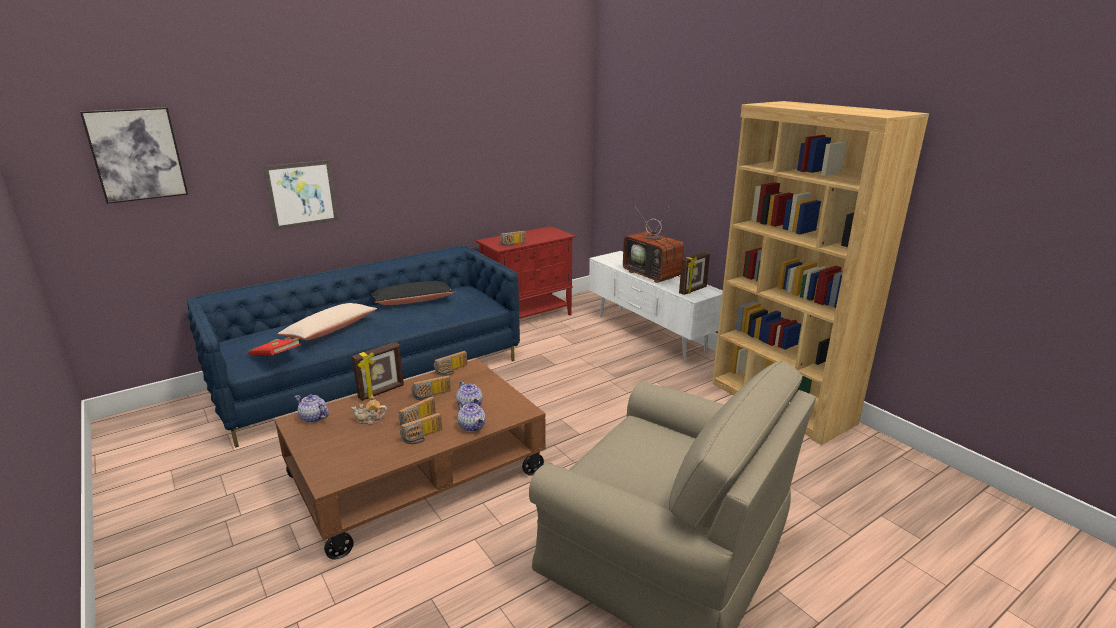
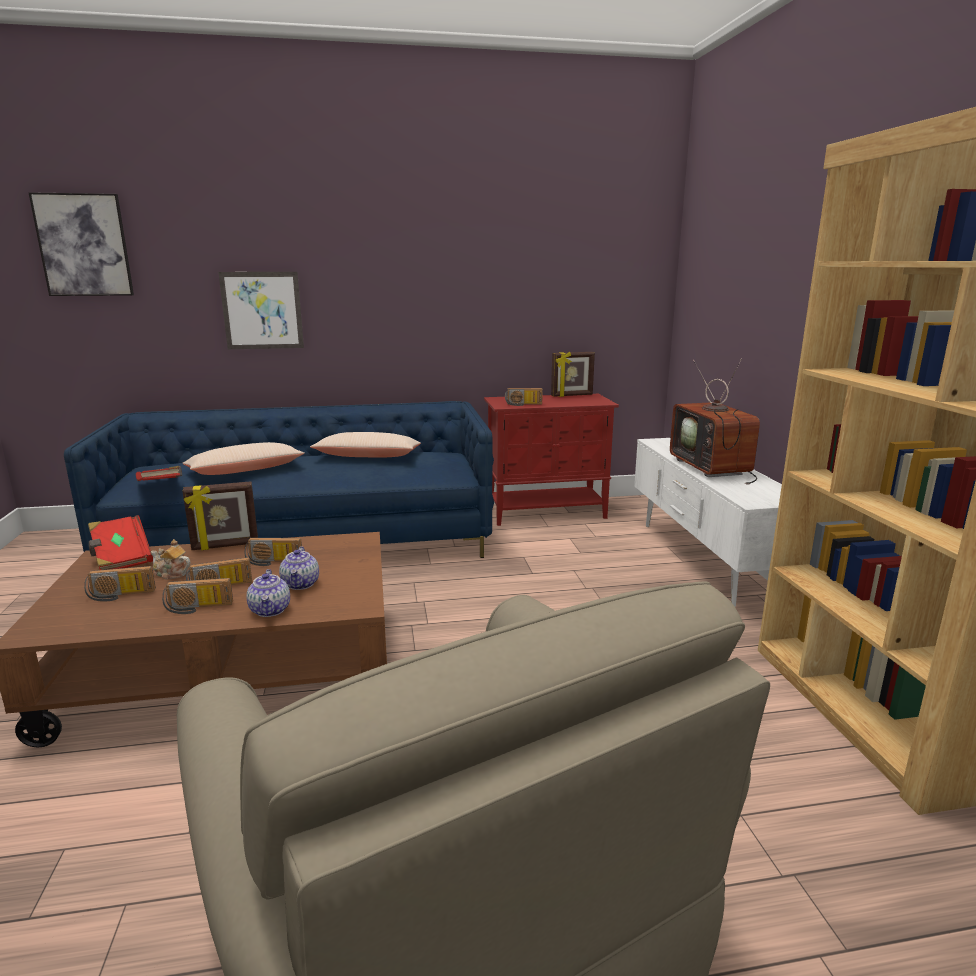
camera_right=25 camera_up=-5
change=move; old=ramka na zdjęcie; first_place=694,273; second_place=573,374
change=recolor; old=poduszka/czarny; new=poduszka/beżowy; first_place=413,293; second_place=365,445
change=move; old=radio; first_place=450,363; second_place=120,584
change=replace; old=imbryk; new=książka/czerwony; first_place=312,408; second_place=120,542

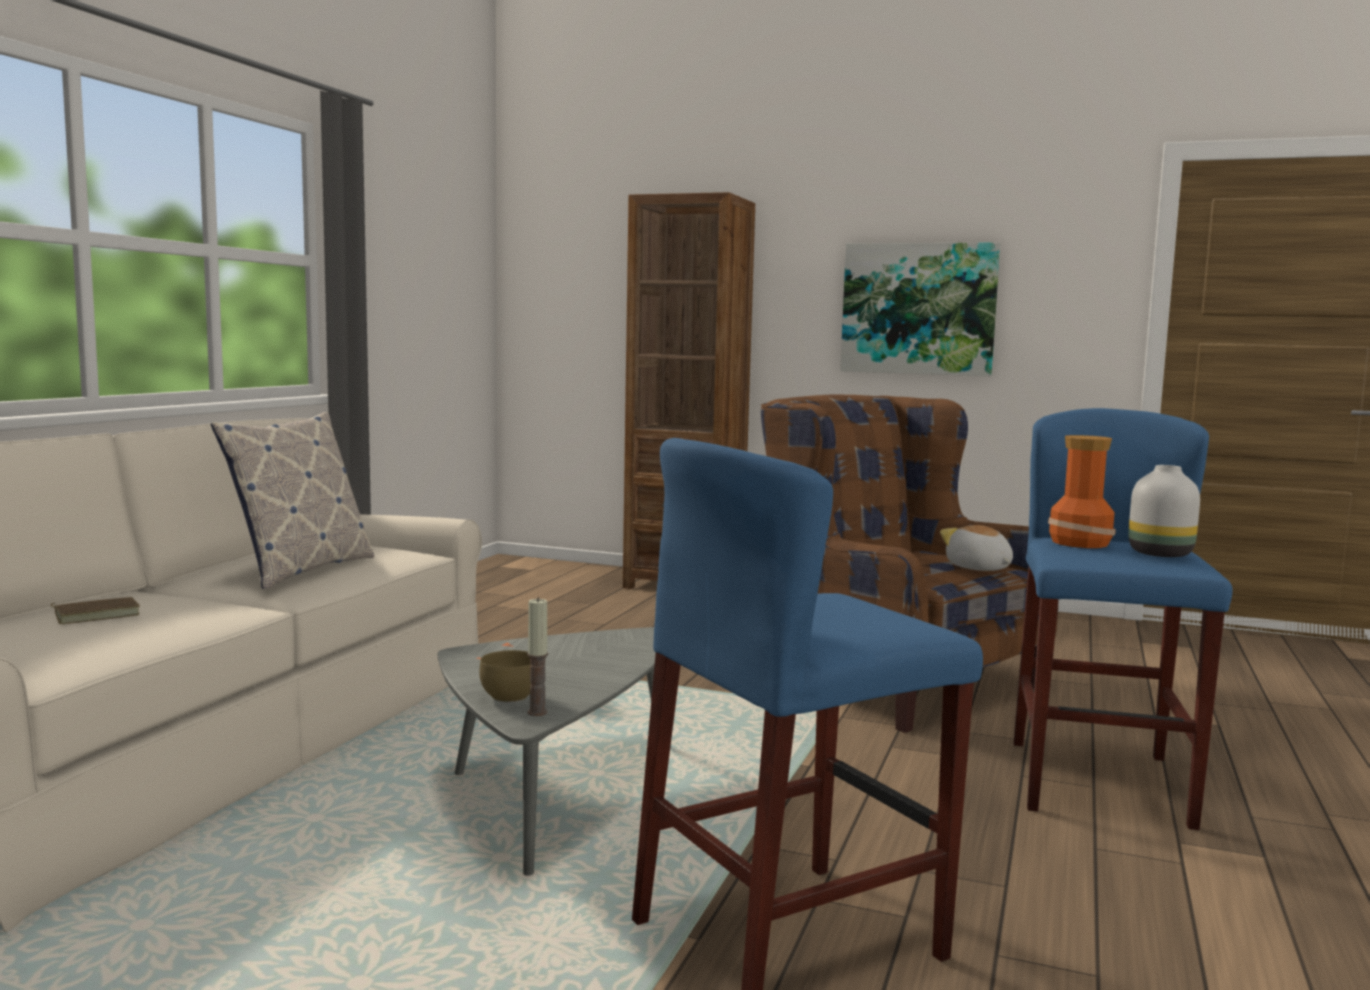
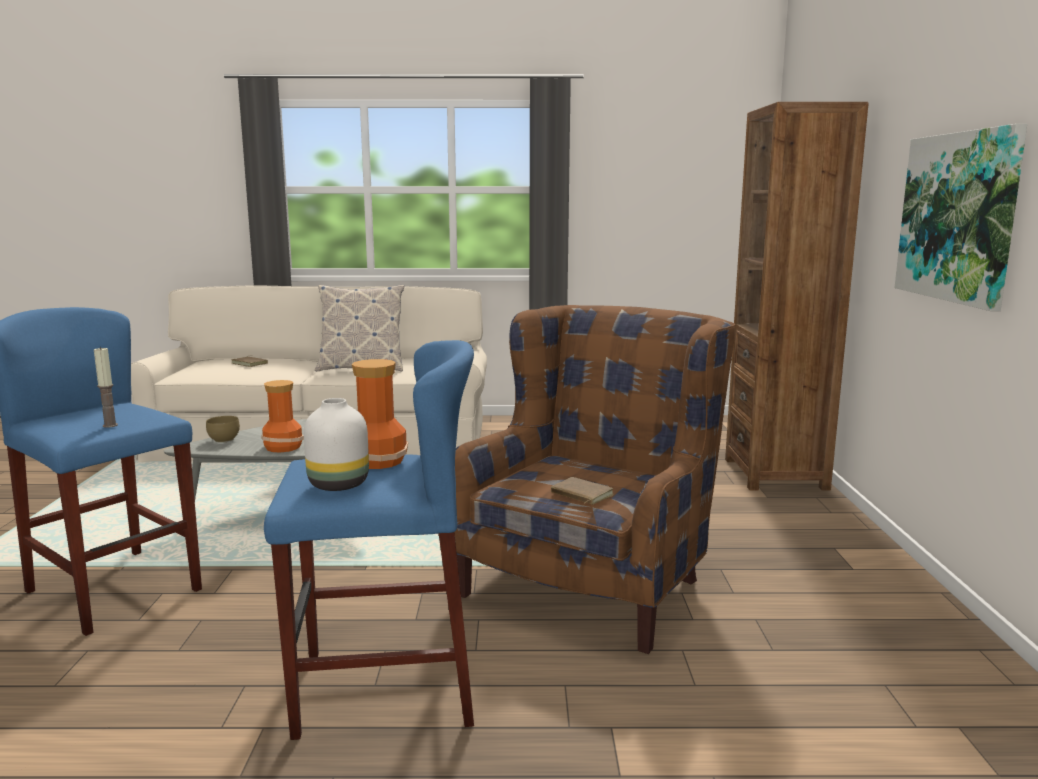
camera_right=70 camera_up=5
change=replace; old=pluszak; new=książka/brązowy; first_place=976,548; second_place=582,491
change=move; old=świeca; first_place=537,656; second_place=106,387
change=insert; new=wazon; second_place=282,416

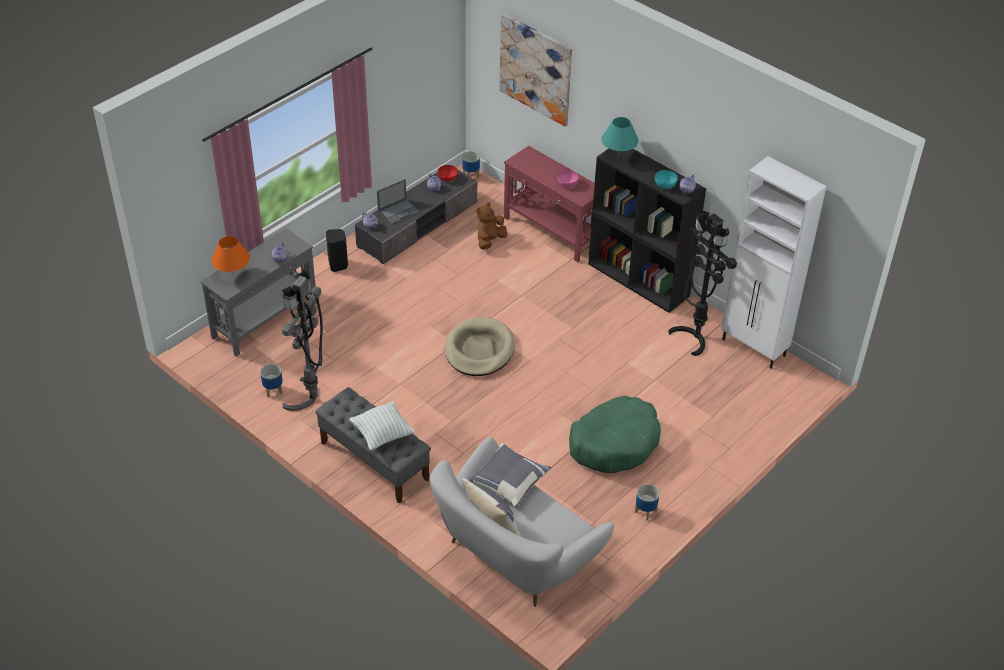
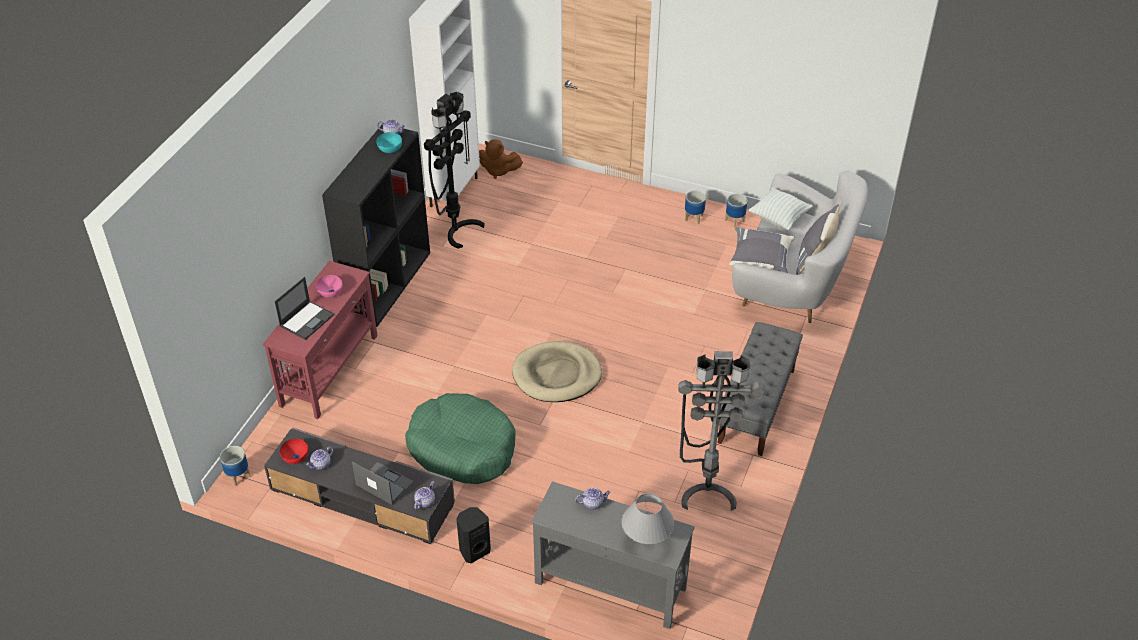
camera_right=-110 camera_up=0
change=delete; old=obraz; first_place=535,69
change=delete; old=lampa stołowa/turkusowy; first_place=620,137
change=move; old=pluszak/brązowy; first_place=492,226; second_place=501,159
change=recolor; old=lampa stołowa/pomarańczowy; new=lampa stołowa/szary; first_place=230,254; second_place=647,518
change=move; old=donica; first_place=271,380; second_place=736,211
change=move; old=legowisko/zielony; first_place=615,434; second_place=460,438
change=move; old=poduszka; first_place=382,425; second_place=780,209
change=insert; new=laptop; second_place=304,308

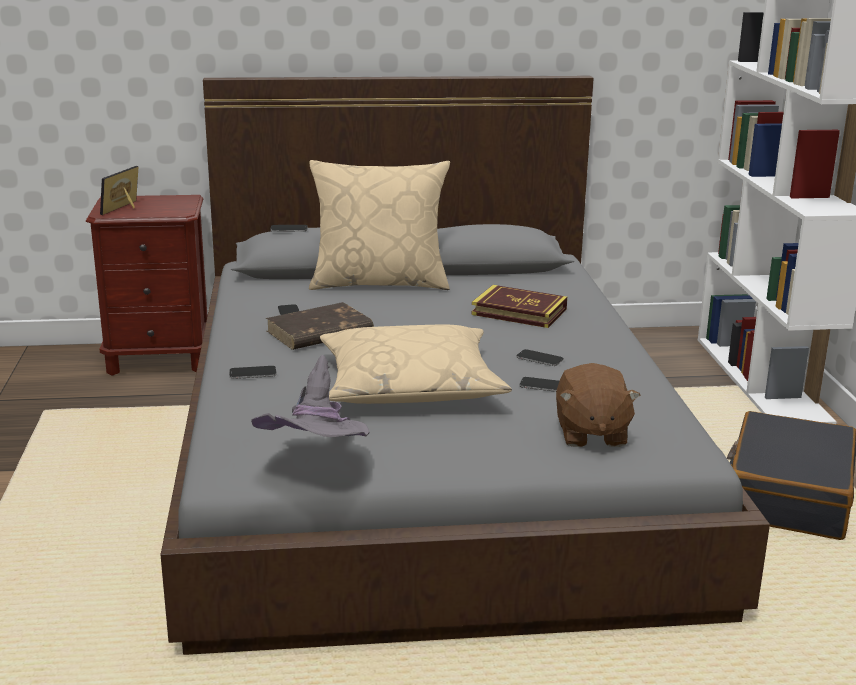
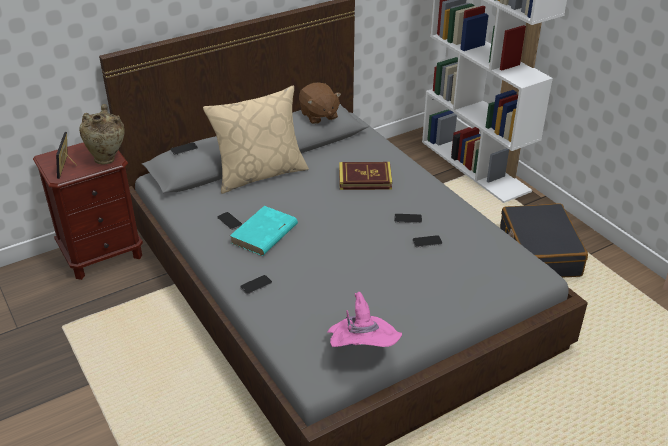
camera_right=-25 camera_up=15
change=recolor; old=książka/brązowy; new=książka/turkusowy; first_place=320,326; second_place=264,231
change=delete; old=poduszka/beżowy; first_place=416,364
change=recolor; old=kapelusz/szary; new=kapelusz/różowy; first_place=310,396; second_place=364,319
change=move; old=pluszak/brązowy; first_place=598,405; second_place=320,103
change=insert; new=wazon/beżowy; second_place=102,134

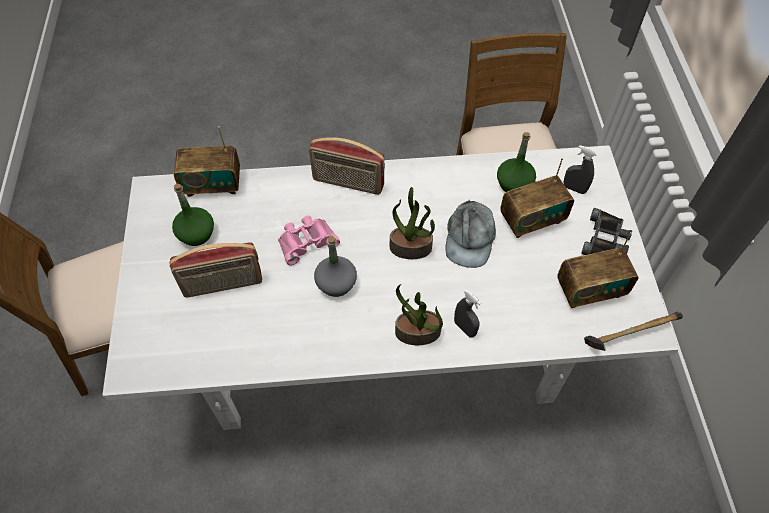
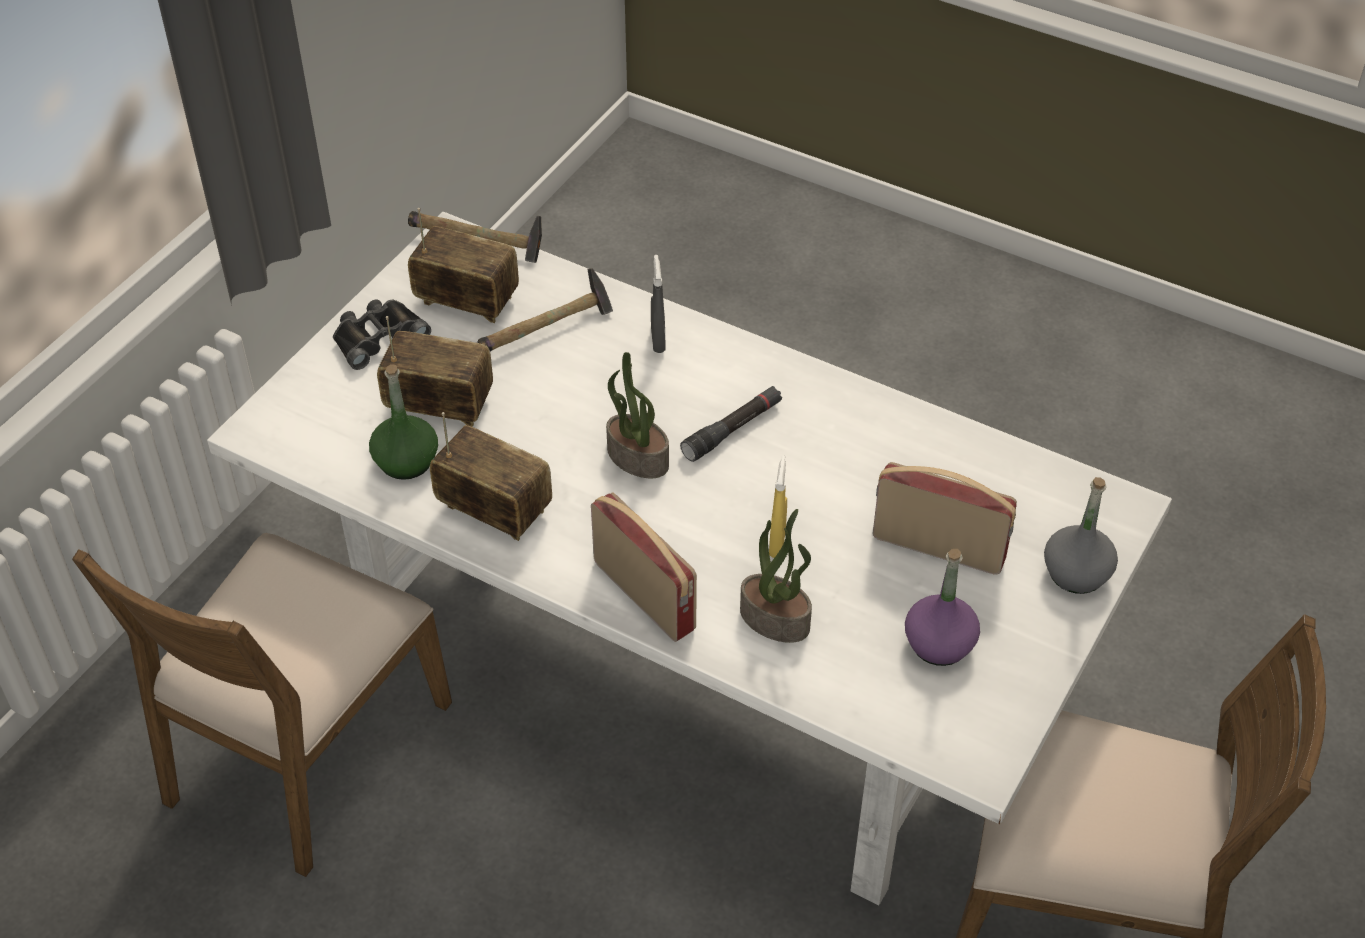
camera_right=-145 camera_up=-10
change=move; old=radio; first_place=207,161; second_place=491,476
change=delete; old=spryskiwacz/szary; first_place=580,169
change=recolor; old=butelka/zielony; new=butelka/fioletowy; first_place=193,215; second_place=942,607
change=delete; old=czapka z daszkiem/szary; first_place=470,234
change=replace; old=lornetka/różowy; new=spryskiwacz/żółty; first_place=309,240; second_place=778,507
change=move; old=butelka/szary; first_place=335,266; second_place=1081,535
change=move; old=roślina doniczkowa; first_place=419,314; second_place=776,576
change=insert; new=młotek; second_place=545,310
change=insert; new=latarka/czarny; second_place=731,424

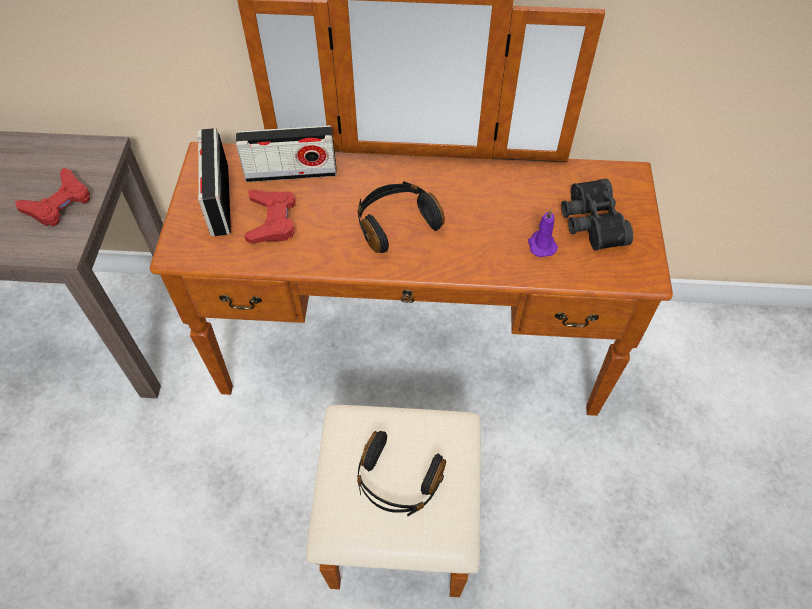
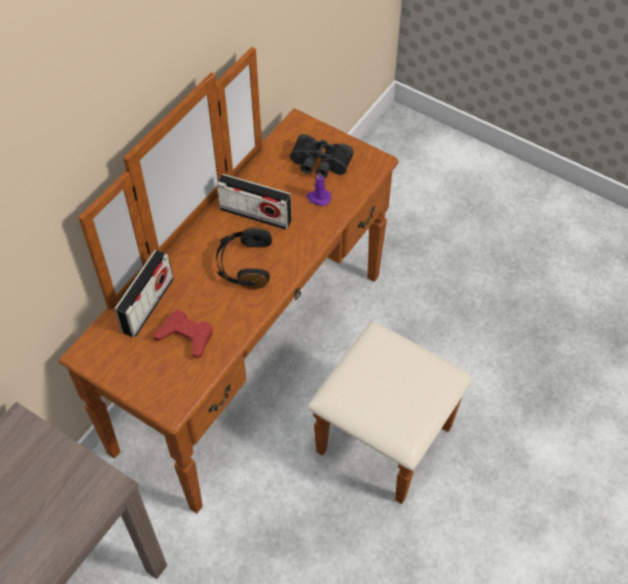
camera_right=-60 camera_up=0
change=move; old=radio; first_place=214,182; second_place=254,202
change=delete; old=pad do gier/czerwony; first_place=52,197
change=delete; old=słuchawki/czarny; first_place=401,473

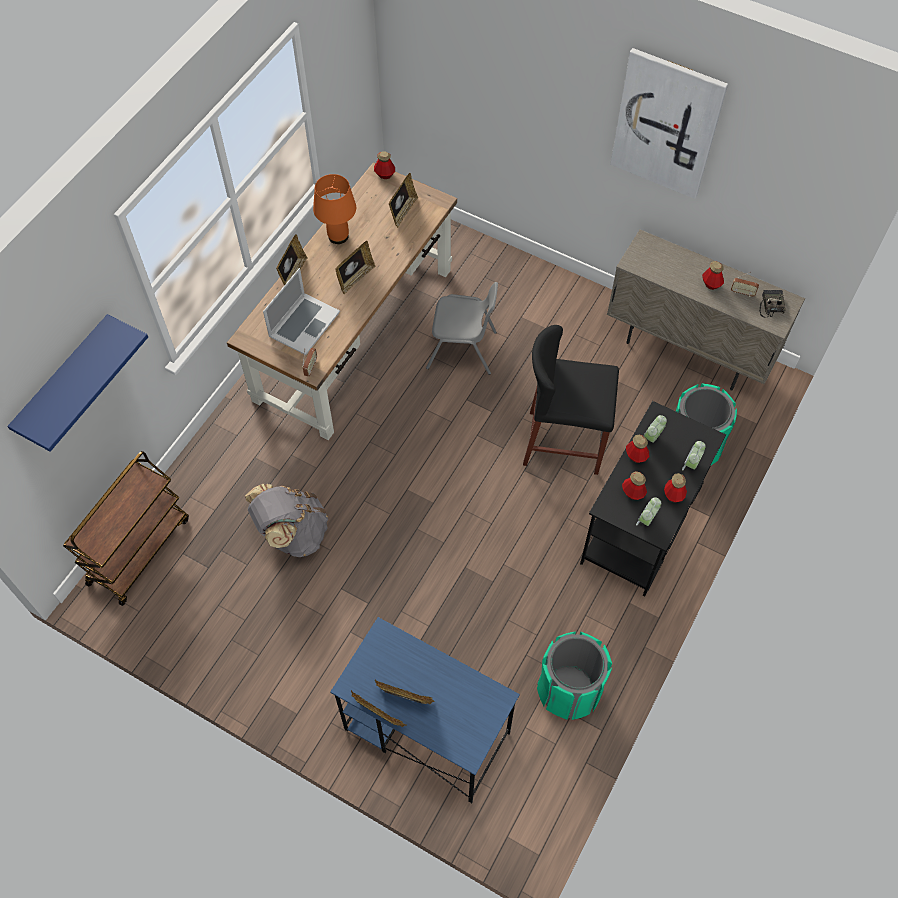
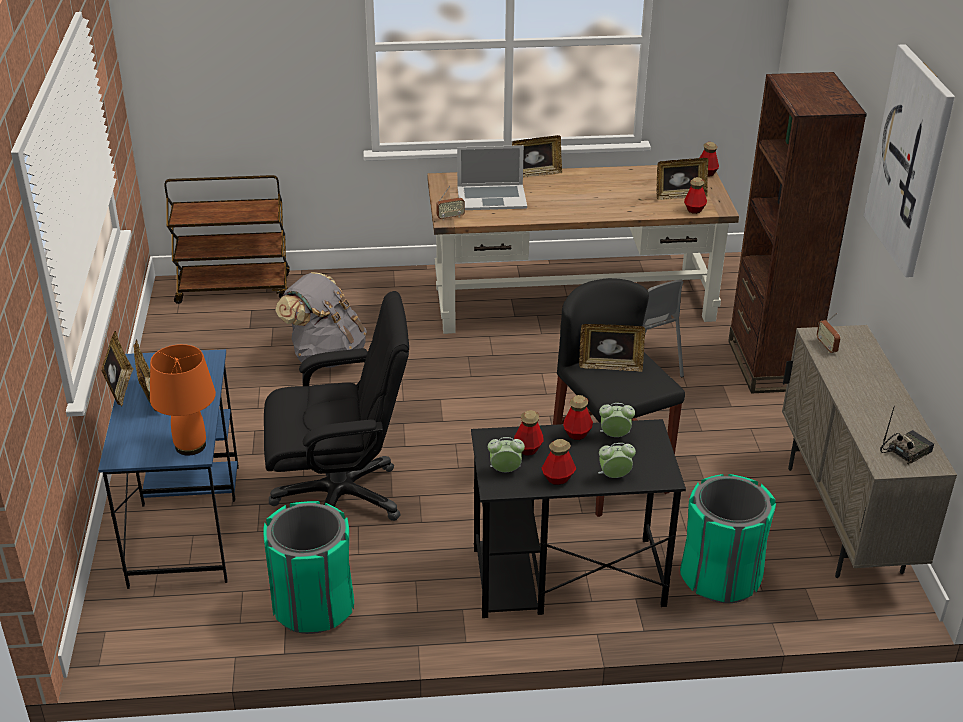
camera_right=55 camera_up=-25
change=move; old=lampa stołowa/pomarańczowy; first_place=334,209; second_place=183,399
change=move; old=ramka na zdjęcie; first_place=355,267; second_place=612,348
change=move; old=butelka; first_place=713,275; second_place=695,195
change=move; old=radio; first_place=745,284; second_place=829,333
change=delete; old=półka/niebieski; first_place=77,383
change=insert; new=regał/brązowy; second_place=797,233
change=insert; new=krzesło biurowe/czarny; second_place=336,406

